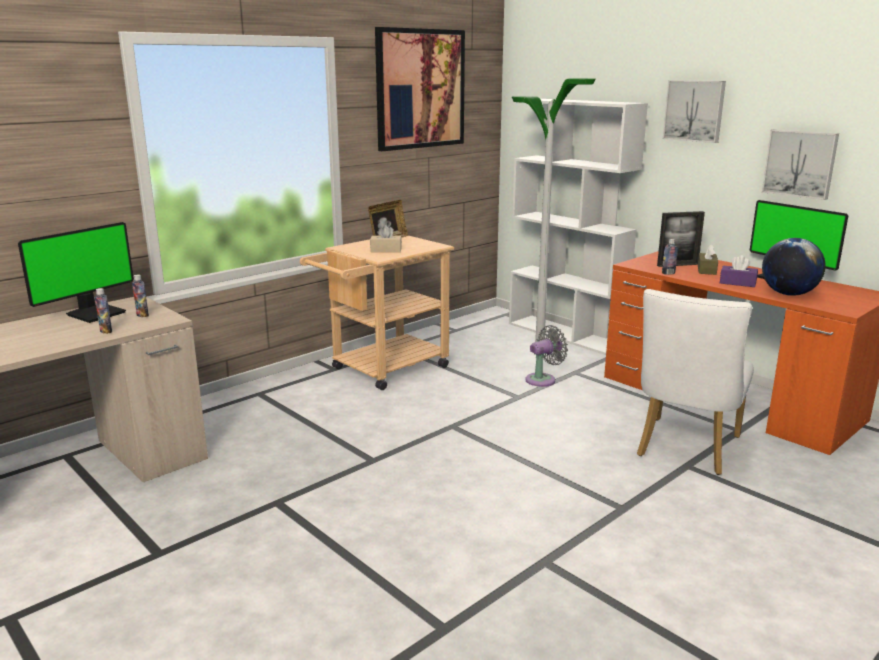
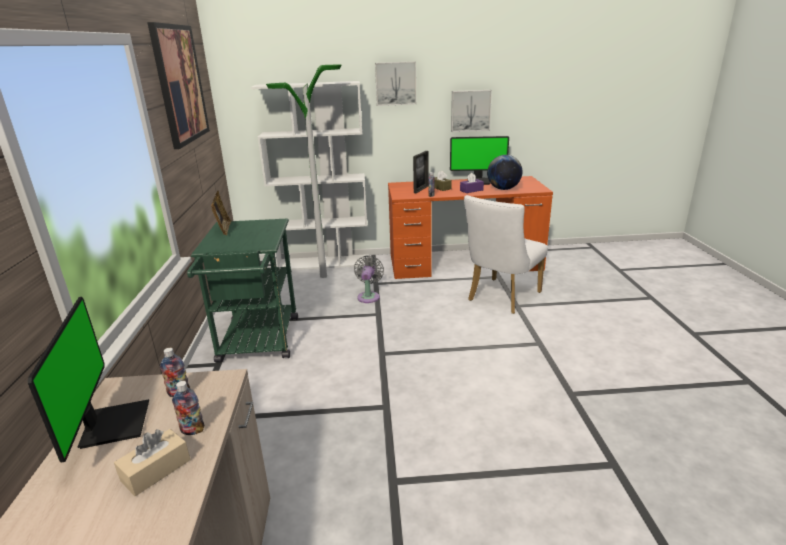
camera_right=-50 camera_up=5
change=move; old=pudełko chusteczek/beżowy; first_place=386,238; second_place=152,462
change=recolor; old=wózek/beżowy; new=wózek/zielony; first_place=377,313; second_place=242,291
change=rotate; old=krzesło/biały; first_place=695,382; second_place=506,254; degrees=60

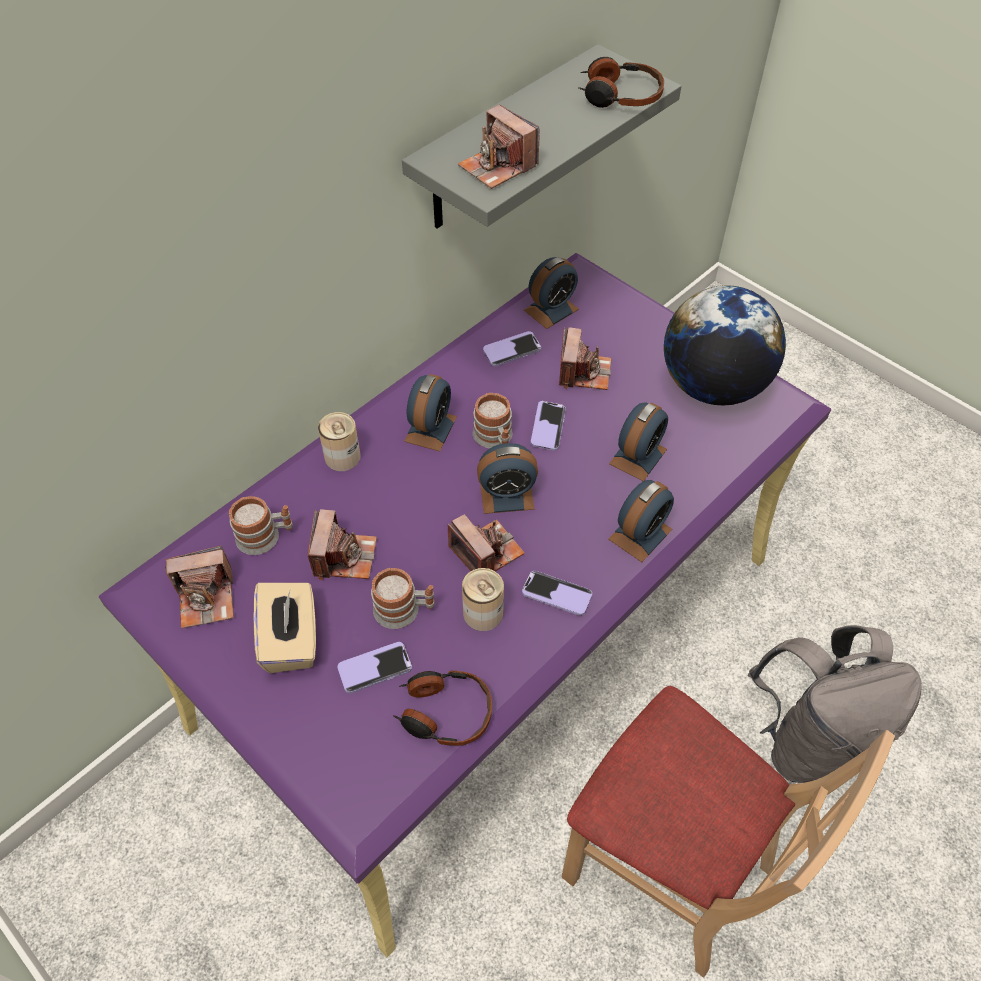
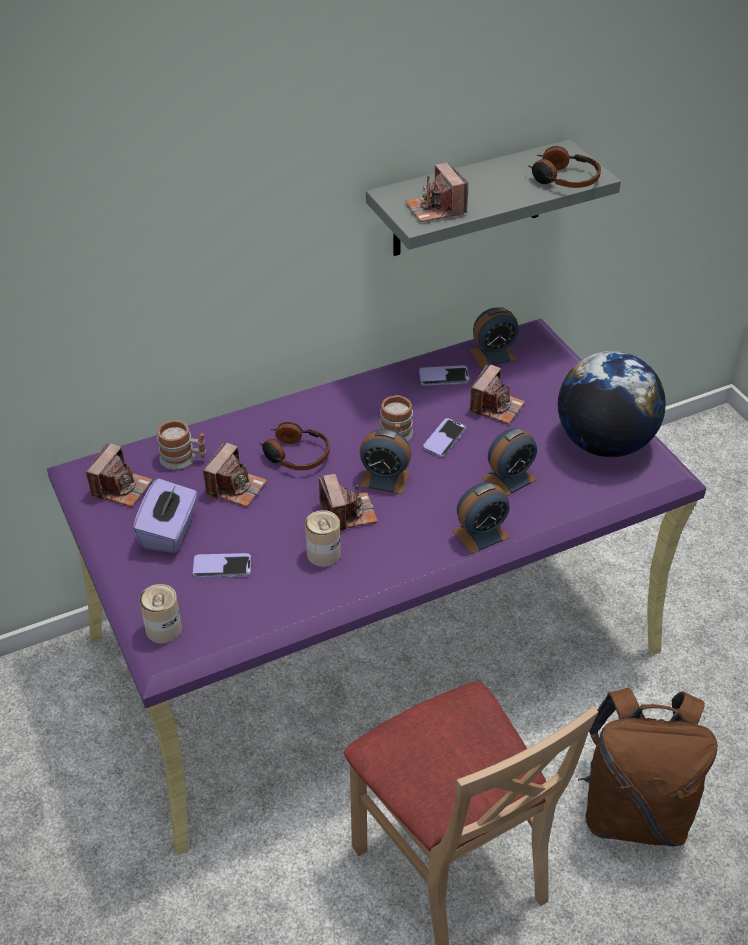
camera_right=20 camera_up=-10
change=delete; old=budzik; first_place=430,412
change=move; old=puszka; first_place=339,441; second_place=160,613
change=rotate; old=aparat fotograficzny; first_place=199,587; second_place=119,475; degrees=-75
change=delete; old=kubek; first_place=403,598
change=delete; old=telefon; first_place=557,593
change=recolor; old=pudełko chusteczek/beżowy; new=pudełko chusteczek/fioletowy; first_place=285,628; second_place=165,515
change=recolor; old=plecak/szary; new=plecak/brązowy; first_place=835,704; second_place=647,767
change=move; old=słuchawki; first_place=442,708; second_place=294,446

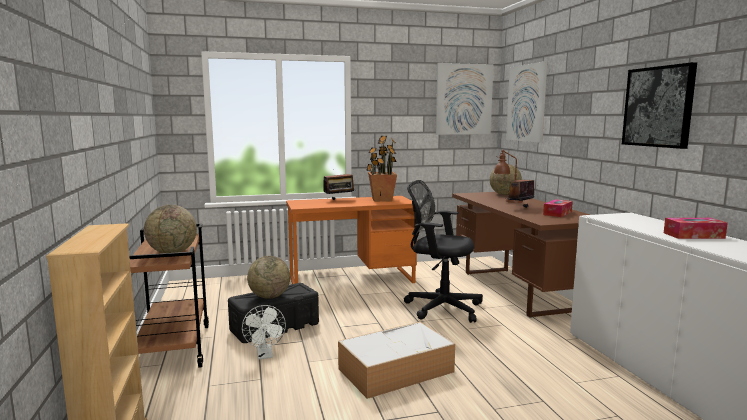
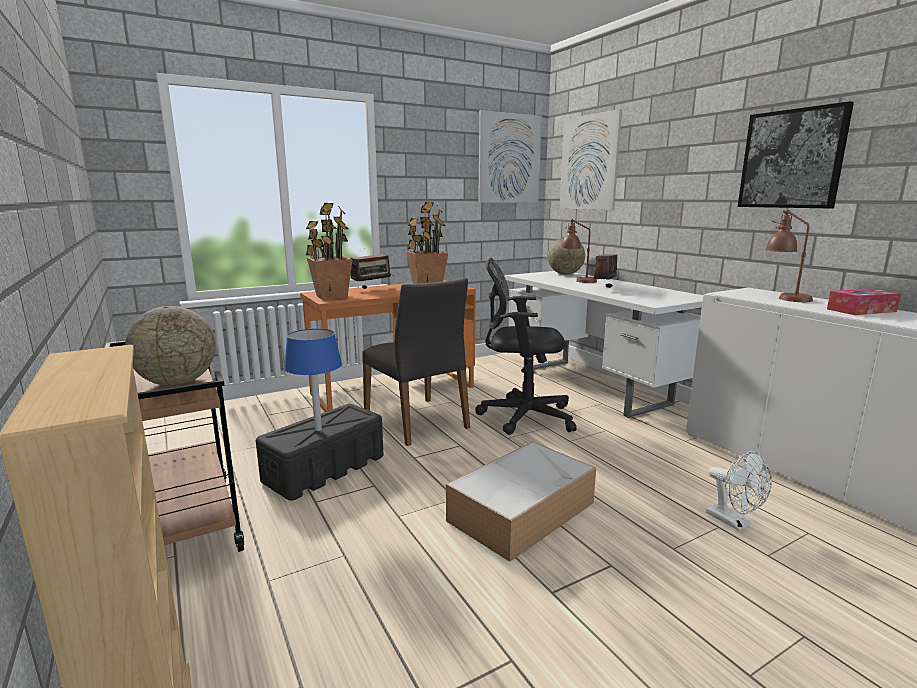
camera_right=-15 camera_up=5
change=recolor; old=biurko/brązowy; new=biurko/biały; first_place=521,255; second_place=604,344
change=delete; old=pudełko chusteczek; first_place=558,208
change=replace; old=globus; new=lampa stołowa/niebieski; first_place=269,277; second_place=313,380
change=move; old=wentylator/biały; first_place=264,332; second_place=739,491
change=insert; new=roślina doniczkowa; second_place=329,251
change=insert; new=lampa stołowa/brązowy; second_place=789,255
change=insert; new=krzesło/szary; second_place=416,362

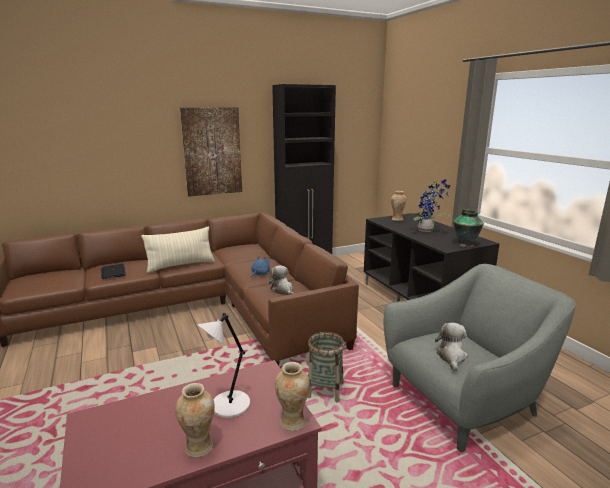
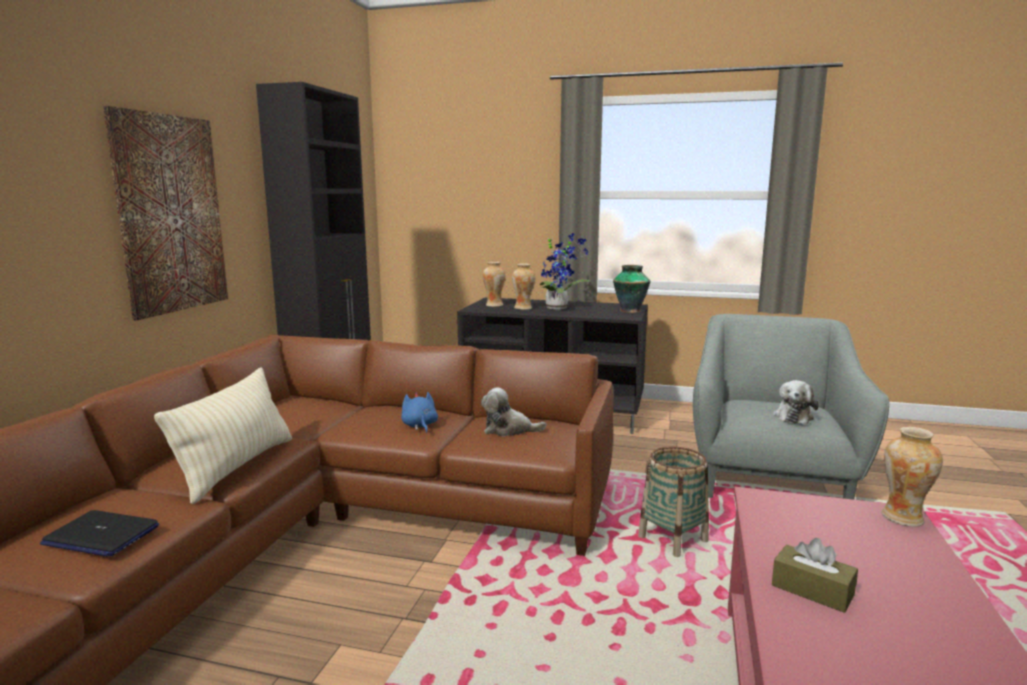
camera_right=-50 camera_up=-5
change=delete; old=lampa stołowa/biały; first_place=223,365
change=rotate; old=pluszak; first_place=451,346; second_place=796,402; degrees=-120
change=move; old=wazon; first_place=195,420; second_place=523,286
change=insert; new=pudełko chusteczek/brązowy; second_place=815,575

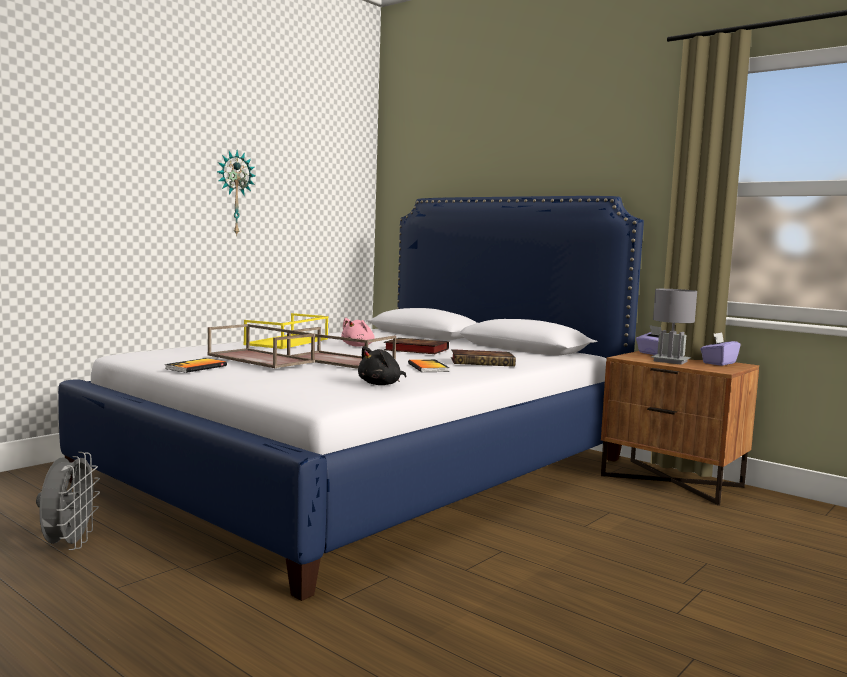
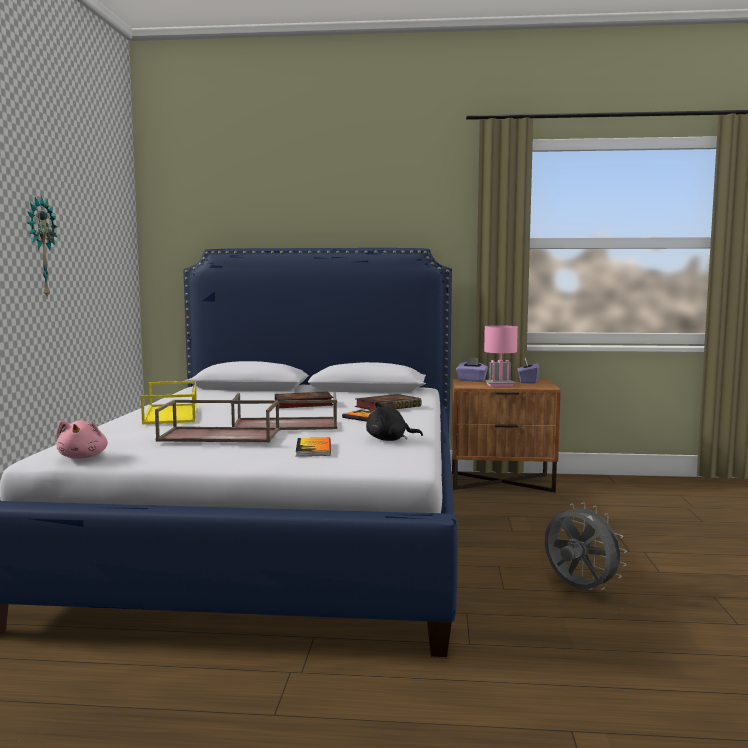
camera_right=-35 camera_up=0
change=recolor; old=lampa stołowa/szary; new=lampa stołowa/różowy; first_place=674,327; second_place=501,356
change=move; old=pluszak/różowy; first_place=357,332; second_place=82,439
change=rotate; old=pluszak/czarny; first_place=382,365; second_place=394,421; degrees=75
change=move; old=książka; first_place=196,365; second_place=313,447
change=move; old=wentylator/szary; first_place=68,501; second_place=586,546

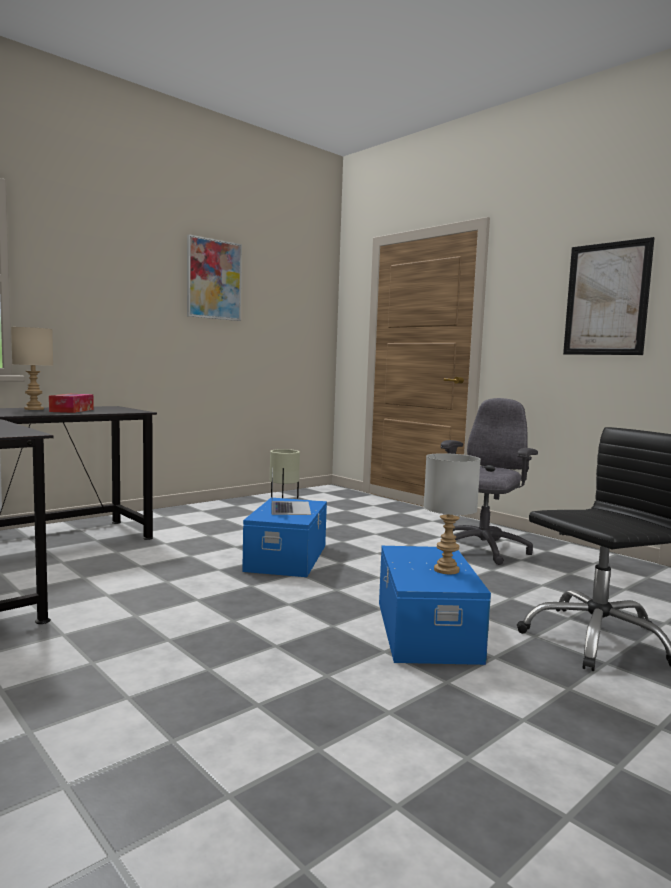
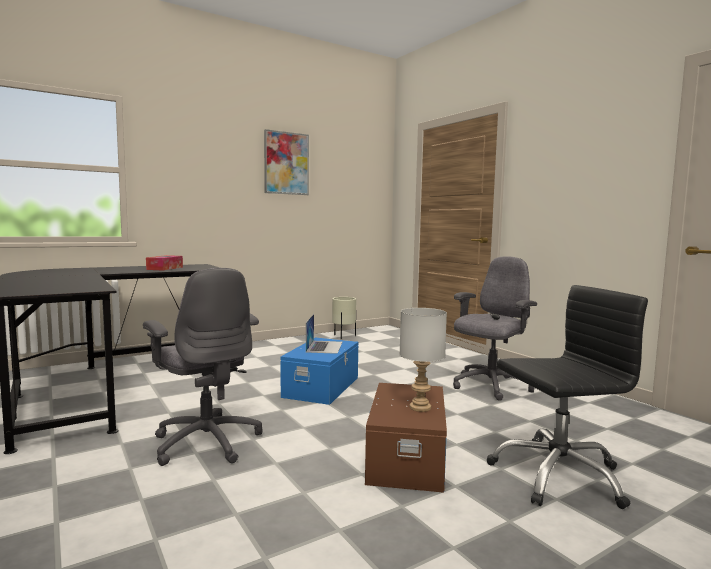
camera_right=10 camera_up=0
change=delete; old=obraz; first_place=608,296
change=delete; old=lampa stołowa/beżowy; first_place=32,368
change=recolor; old=pojemnik do przechowywania/niebieski; new=pojemnik do przechowywania/brązowy; first_place=435,605; second_place=406,438
change=insert; new=krzesło biurowe/szary; second_place=202,367

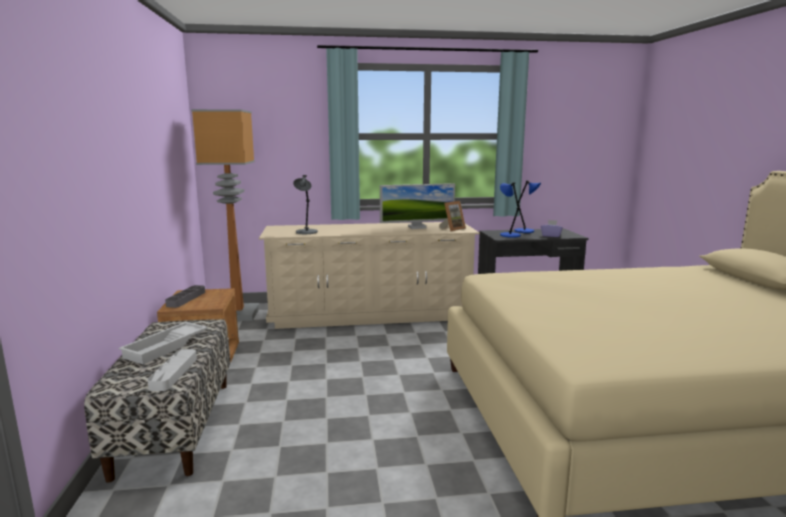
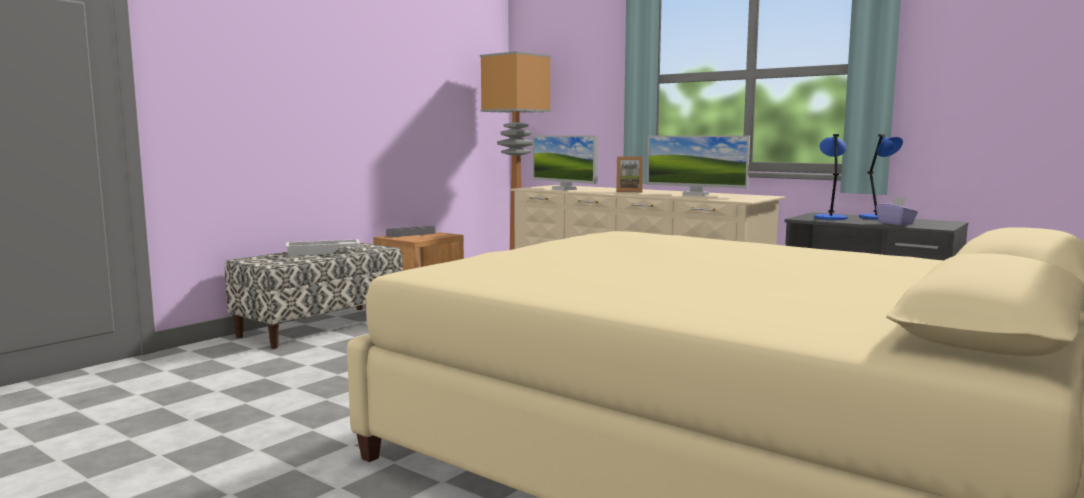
camera_right=45 camera_up=-5
change=replace; old=lampa stołowa/szary; new=monitor; first_place=305,204; second_place=565,162
change=move; old=ramka na zdjęcie; first_place=452,216; second_place=629,174
change=delete; old=taca/szary; first_place=172,370

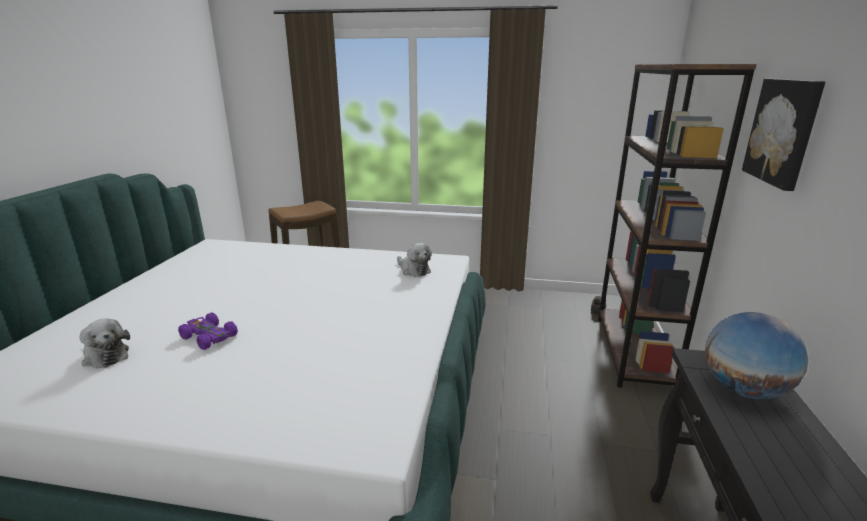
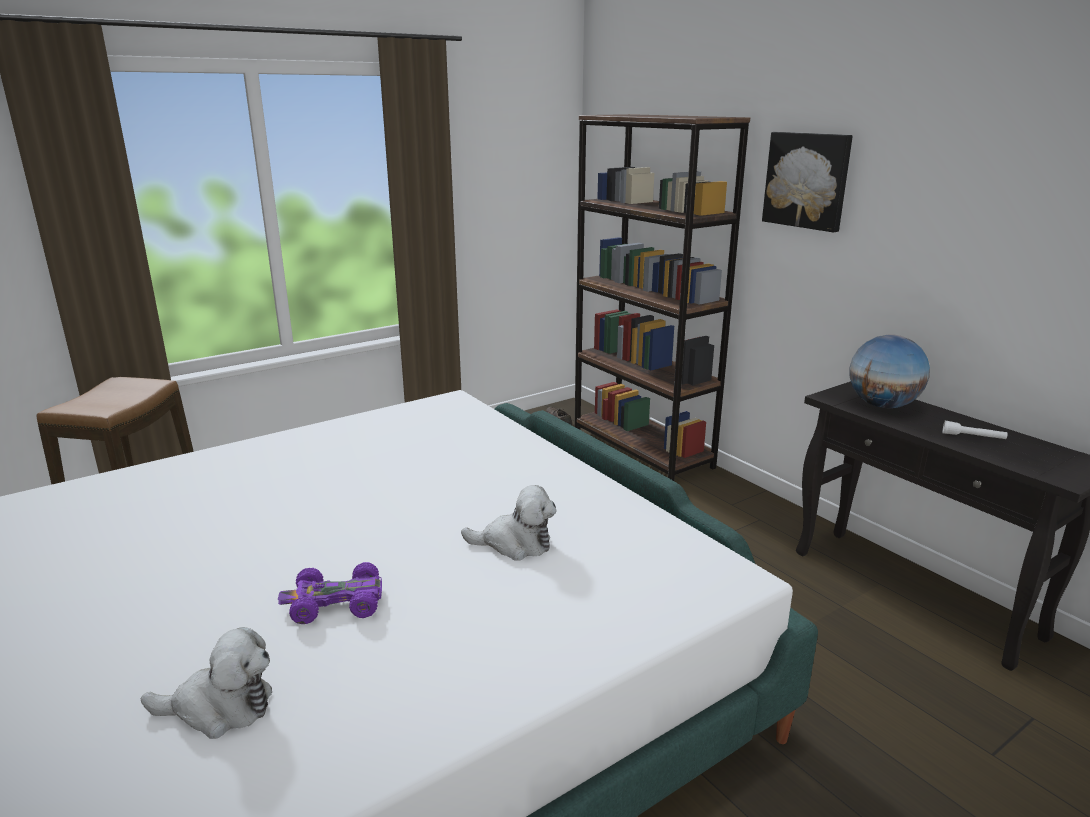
camera_right=-45 camera_up=0
change=move; old=pluszak; first_place=414,260; second_place=509,523
change=insert; new=latarka/biały; second_place=975,430

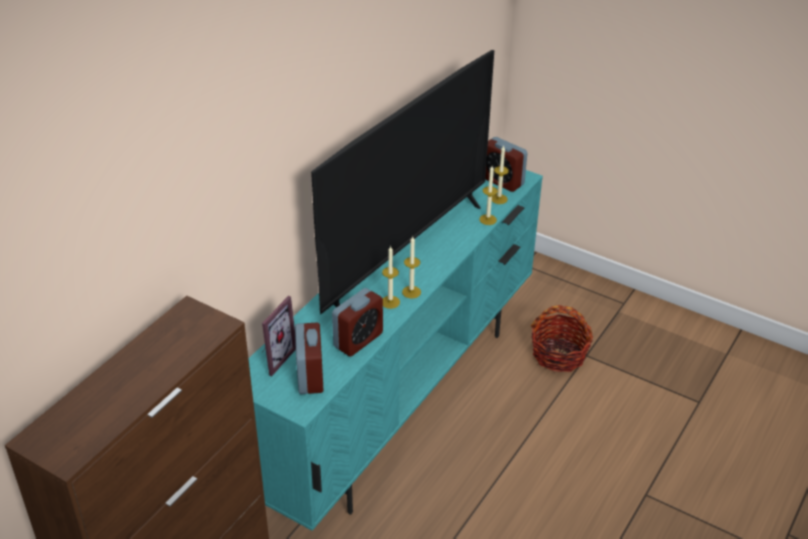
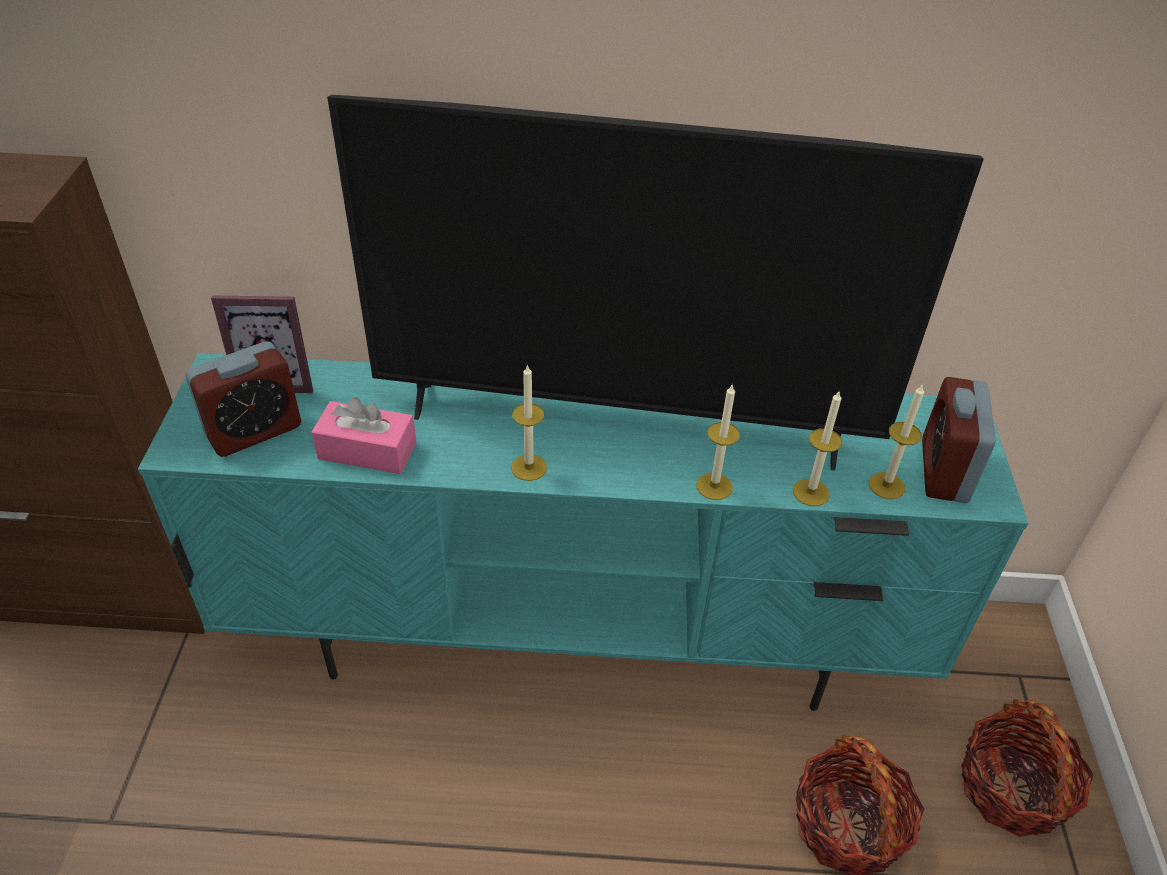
camera_right=60 camera_up=5
change=move; old=świeca; first_place=391,277; second_place=718,441
change=replace; old=budzik; new=pudełko chusteczek/różowy; first_place=357,322; second_place=364,435
change=insert; new=koszyk; second_place=1027,768

